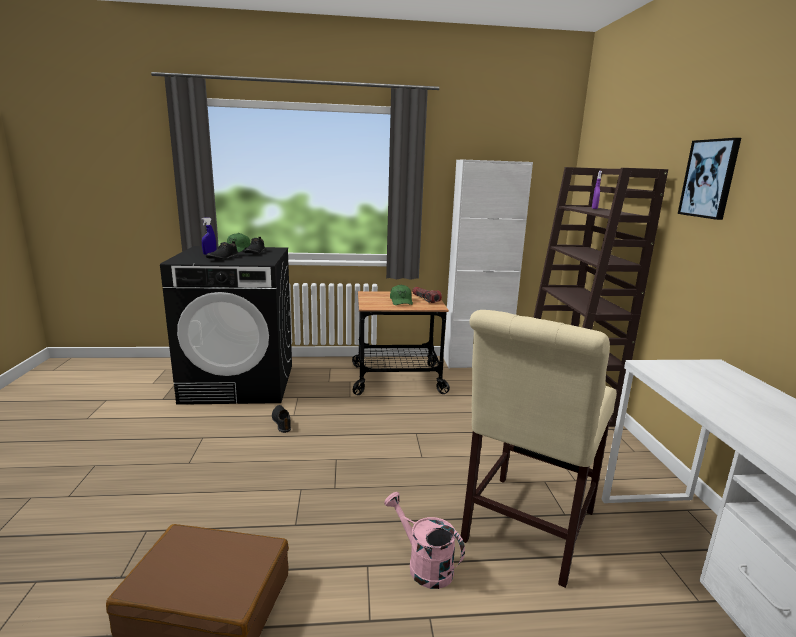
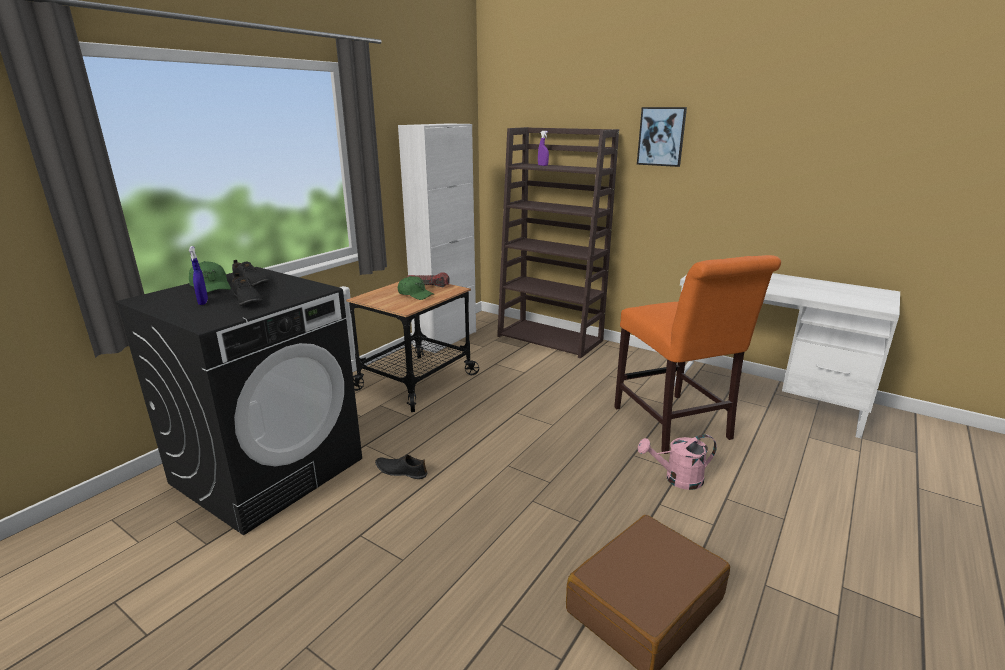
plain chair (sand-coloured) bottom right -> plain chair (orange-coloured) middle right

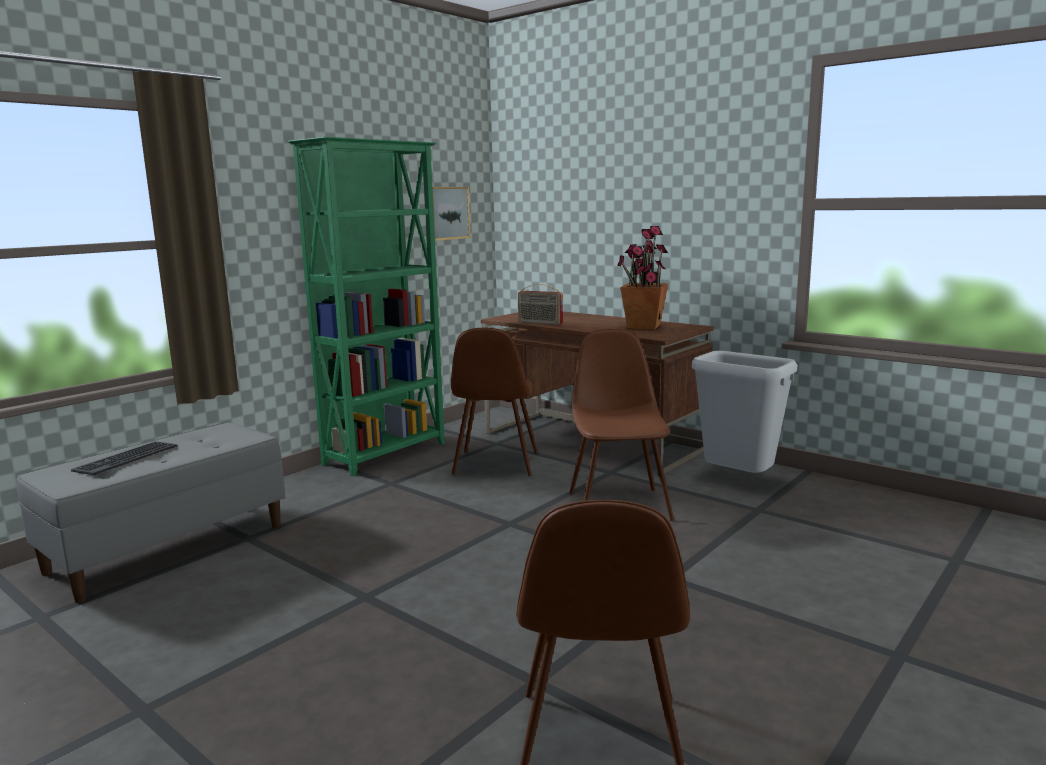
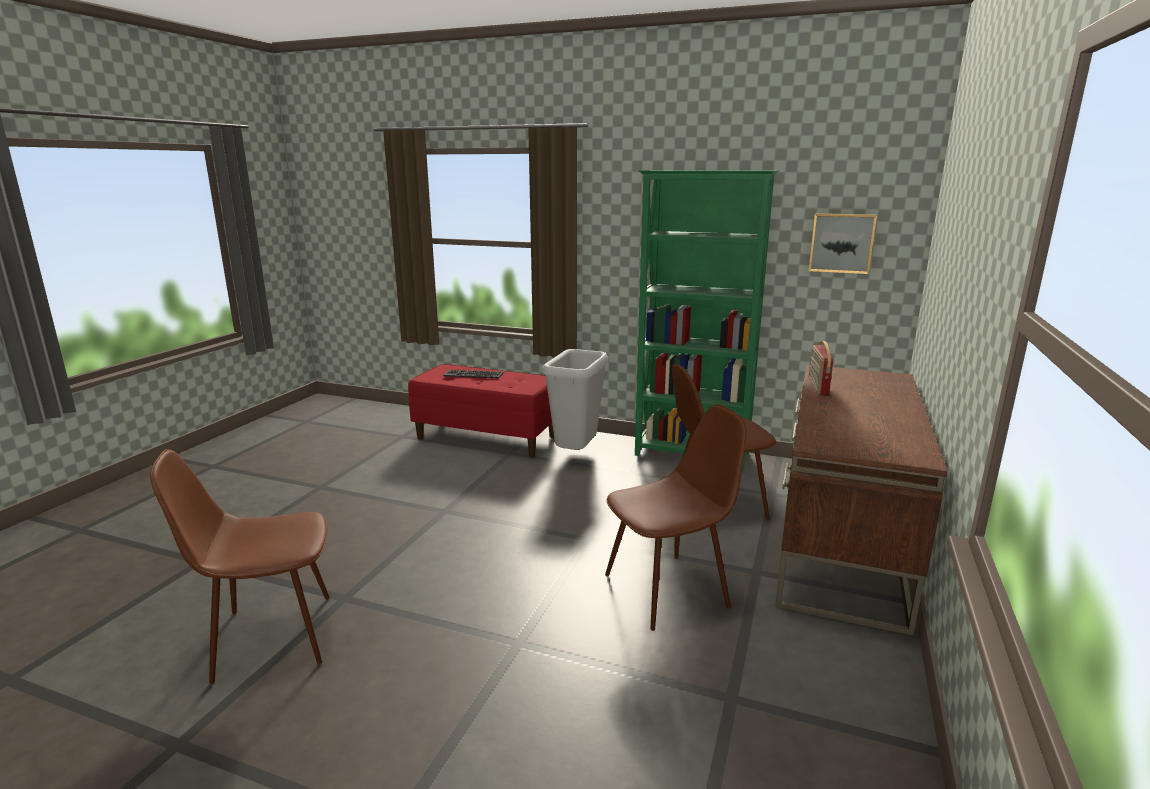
potted plant centre -> none
rubbish bin (grey) middle right -> rubbish bin (grey) centre, move
long seat (grey) bottom left -> long seat (reddish) centre

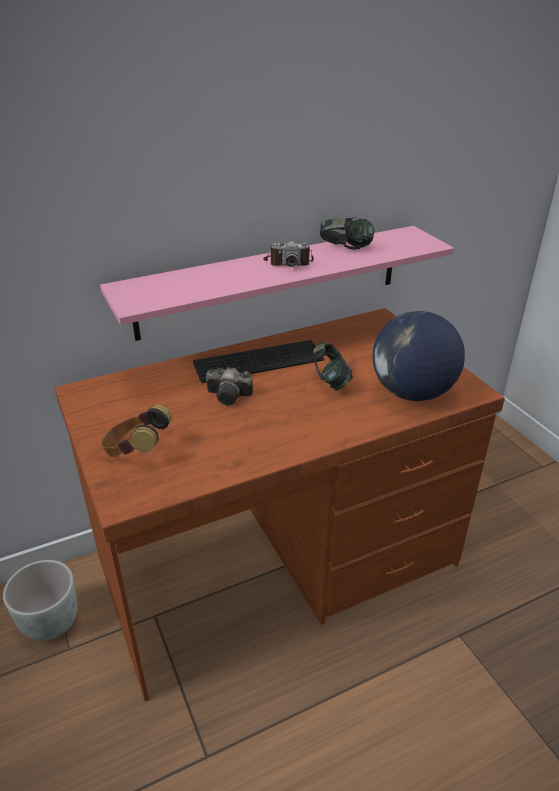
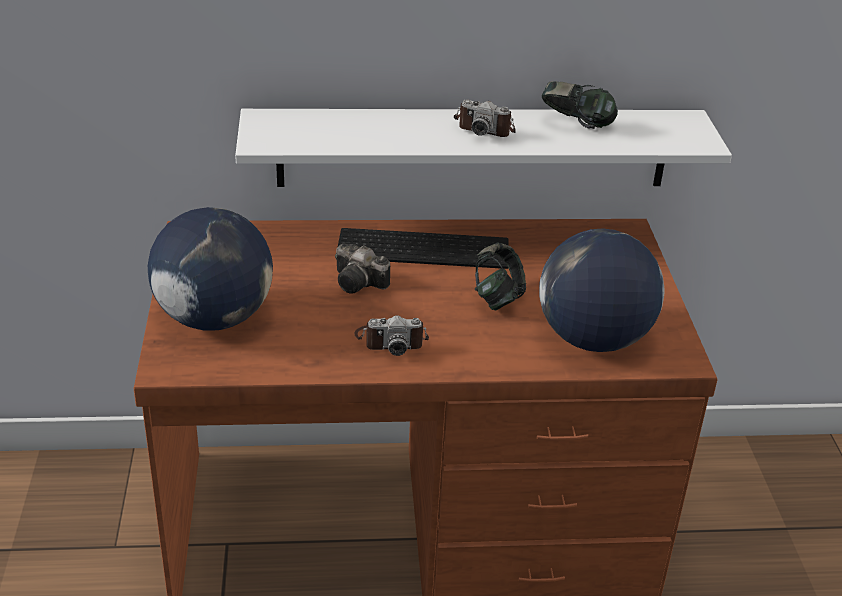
bracket shelf (pink) centre -> bracket shelf (white) top centre
headphones (1st from left) middle left -> globe (1st from left) middle left
flower pot (grey) bottom left -> none
none -> photo camera (2nd from left) centre

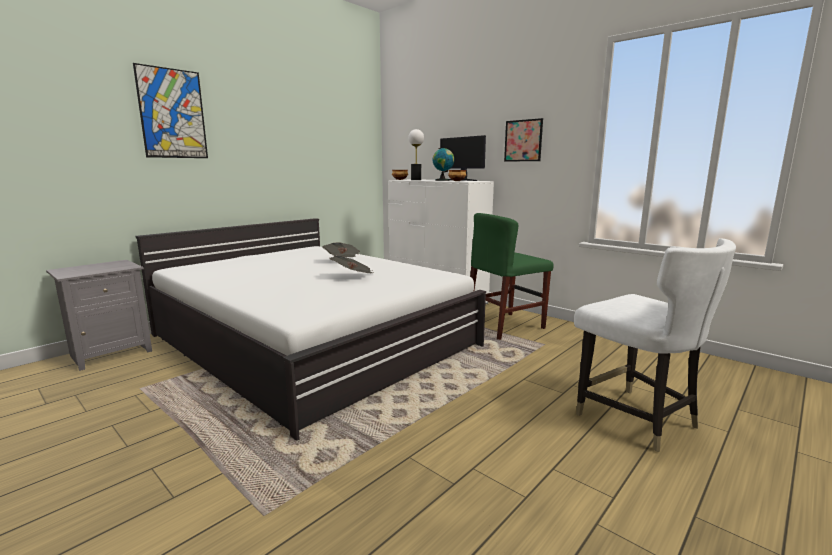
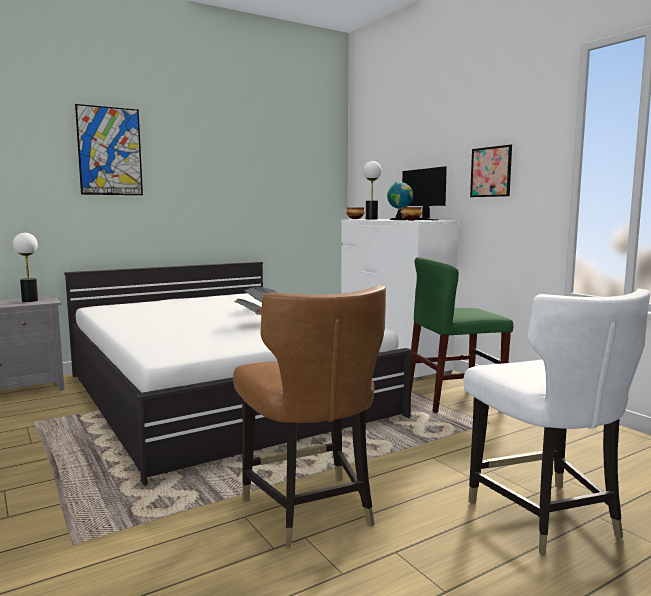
none -> lamp for a table (1st from left) middle left
none -> plain chair (brownish) bottom centre

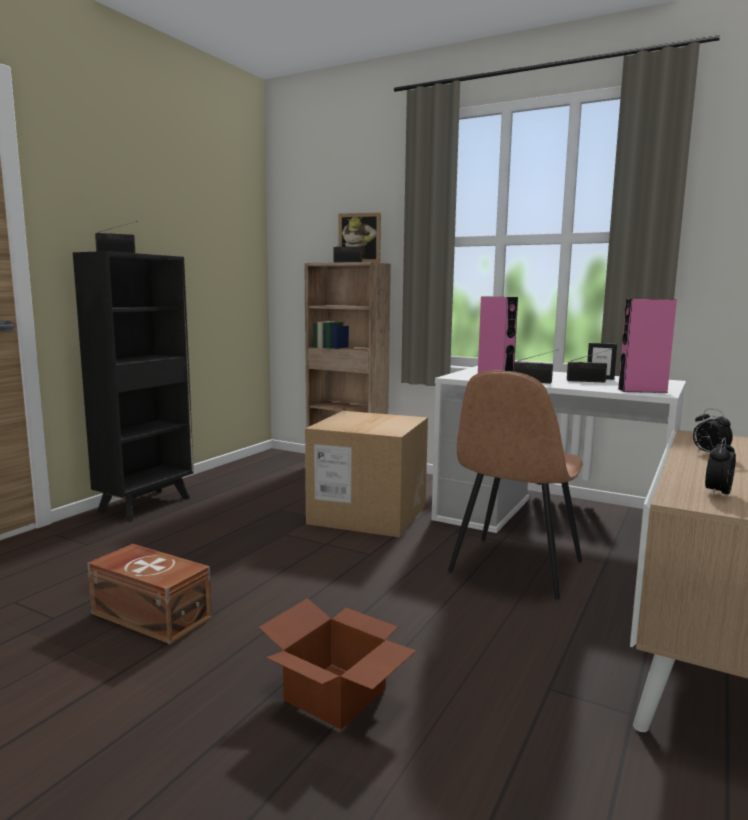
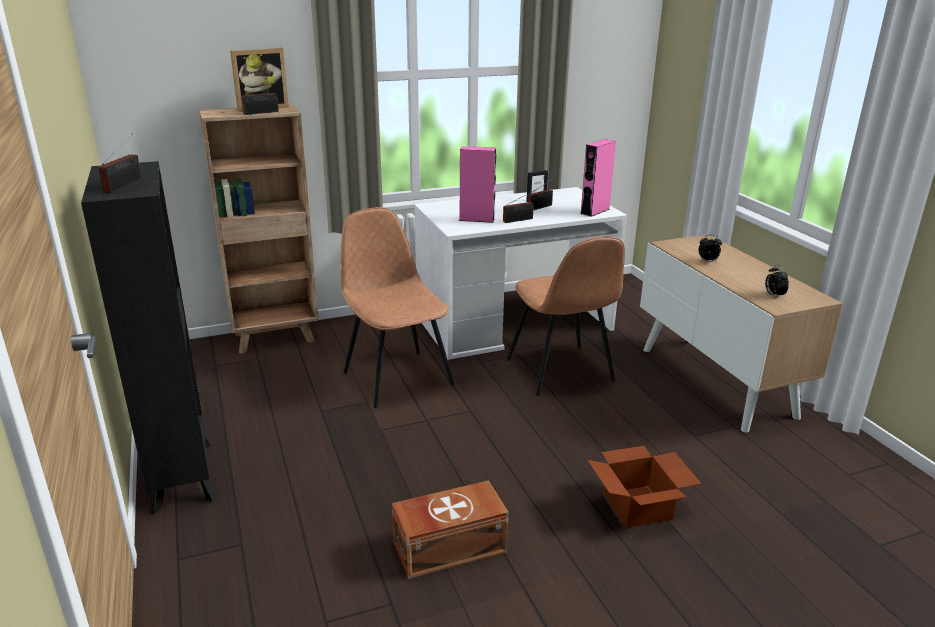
carton (2nd from left) centre -> plain chair (brownish) (1st from left) centre

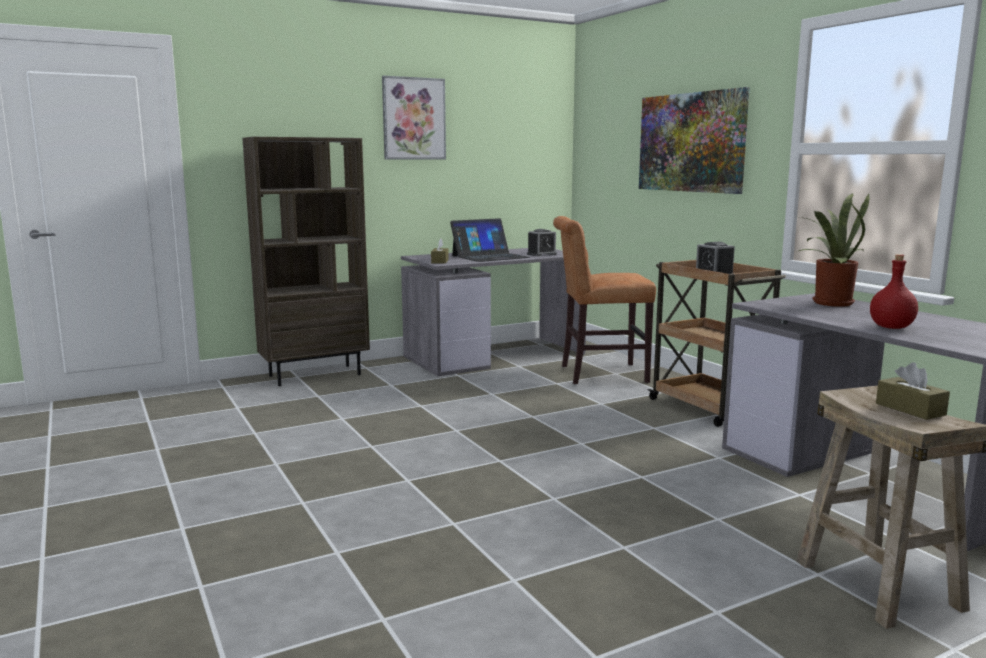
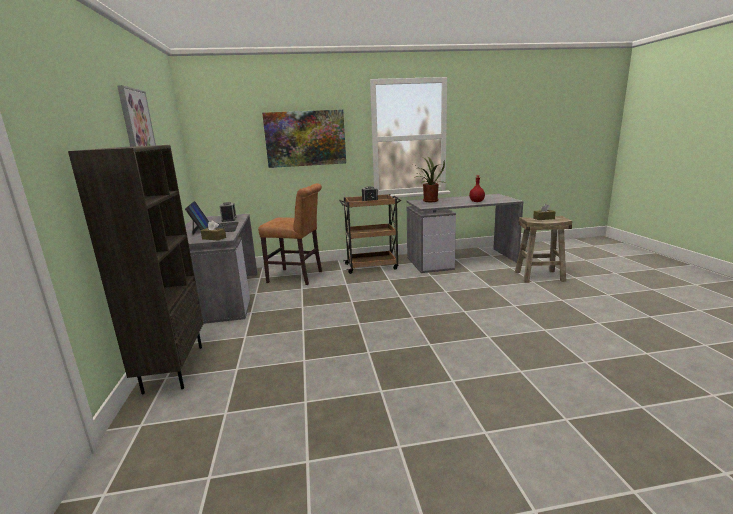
plain chair (brownish) centre, 90 degrees counterclockwise

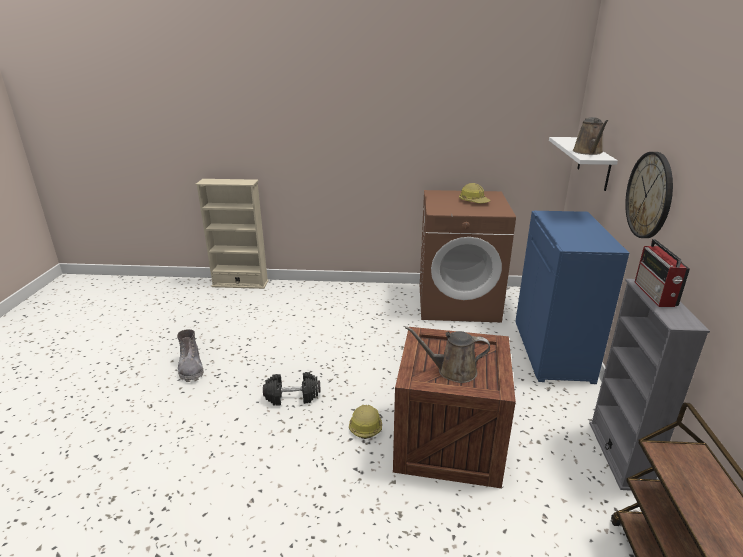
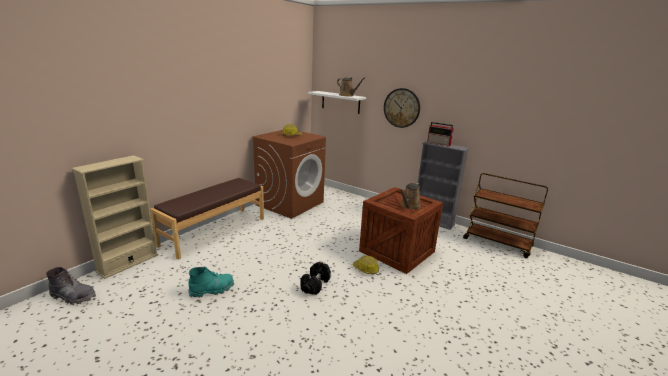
cupboard (blue-coloured) middle right -> none
boot (grey) middle left -> boot (grey) bottom left, move
none -> long seat (brownish) middle left
none -> boot (turquoise) bottom left

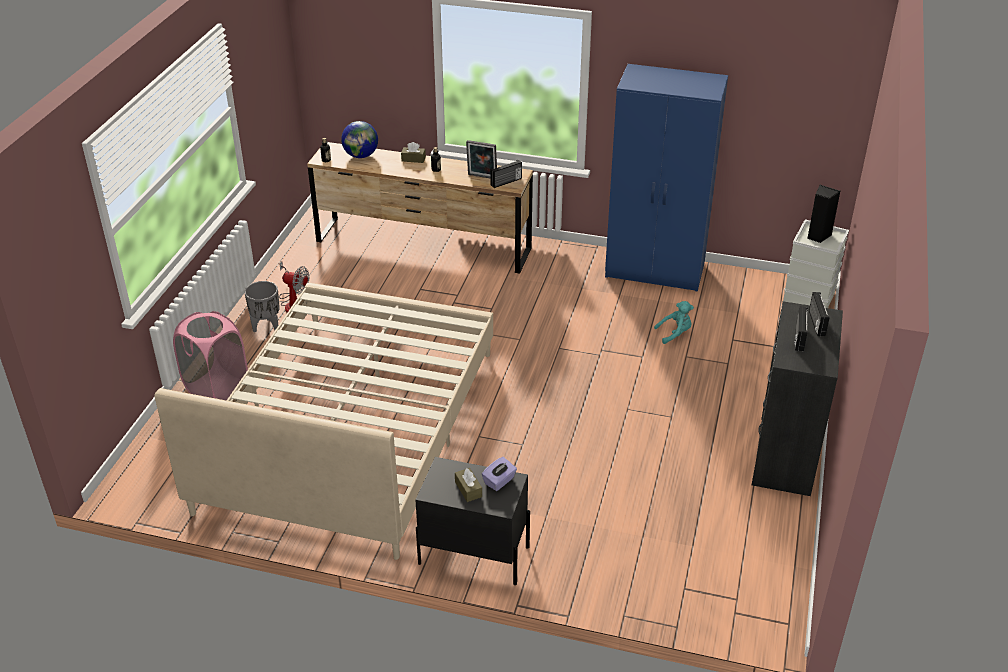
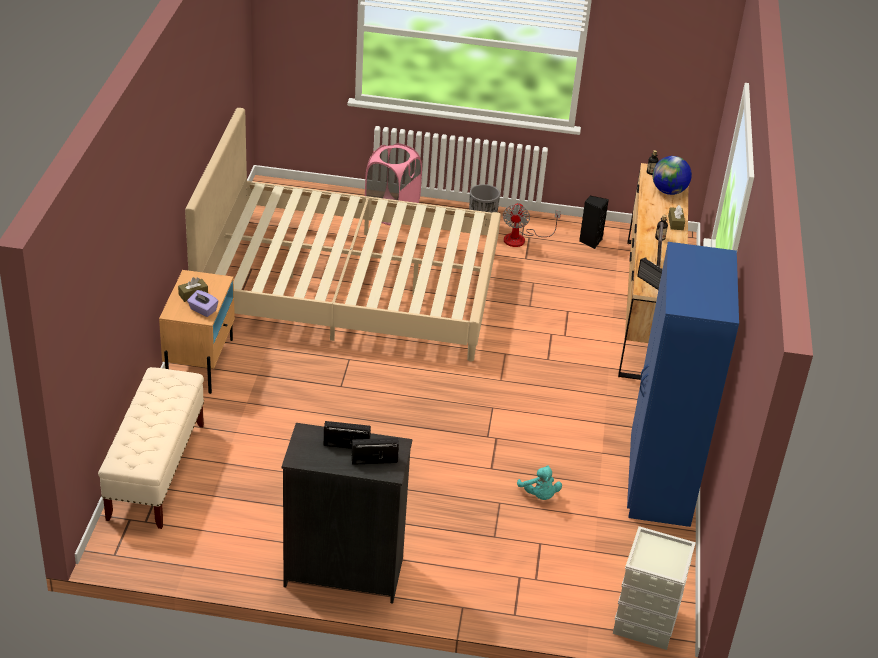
speaker (blackish) top right -> speaker (blackish) middle right, move
nightstand (blackish) bottom centre -> nightstand (sand-coloured) middle left
none -> long seat (sand-coloured) bottom left

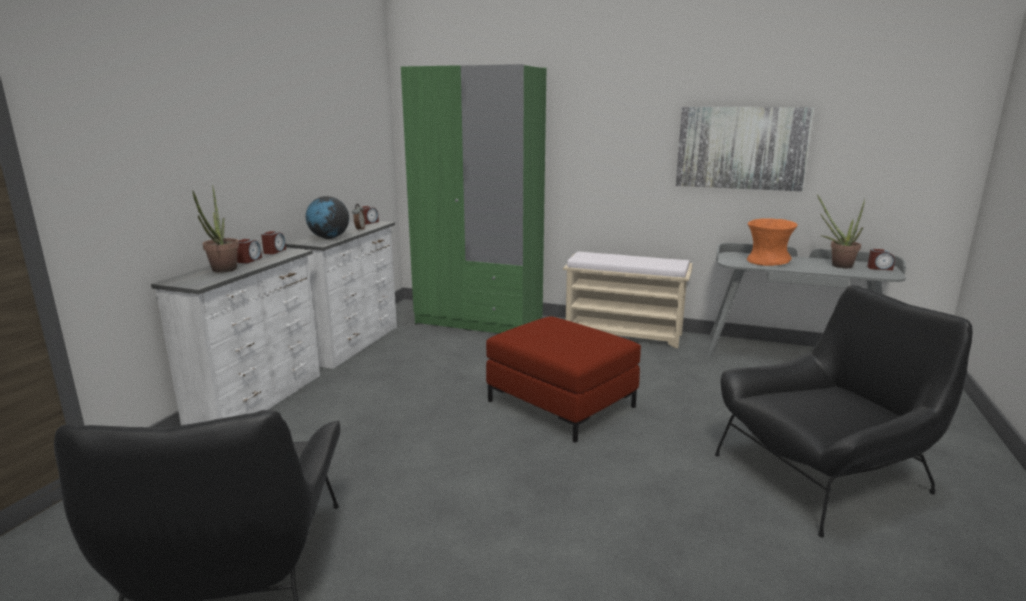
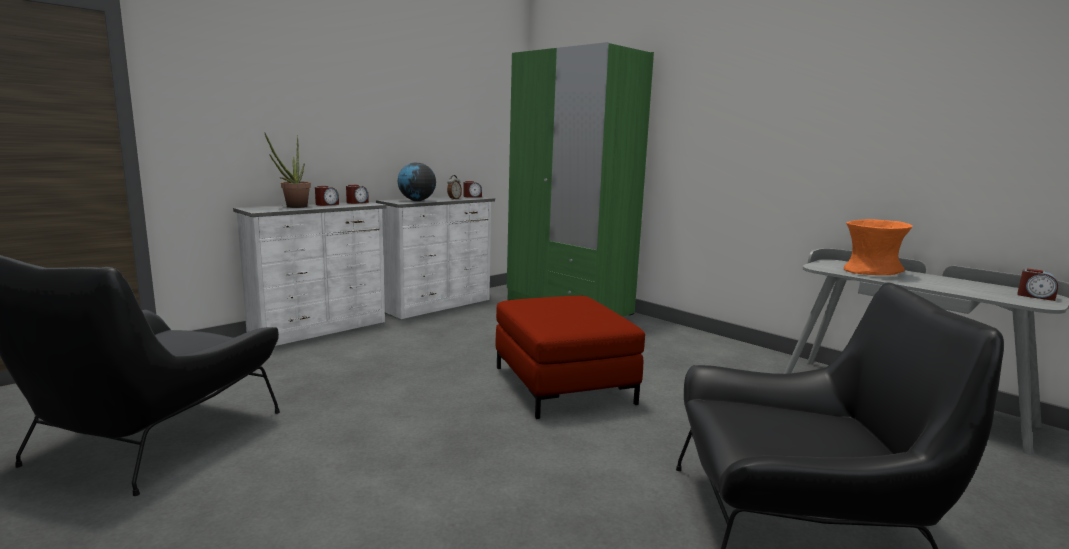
picture top right -> none
potted plant (2nd from left) middle right -> none
long seat (sand-coloured) centre -> none

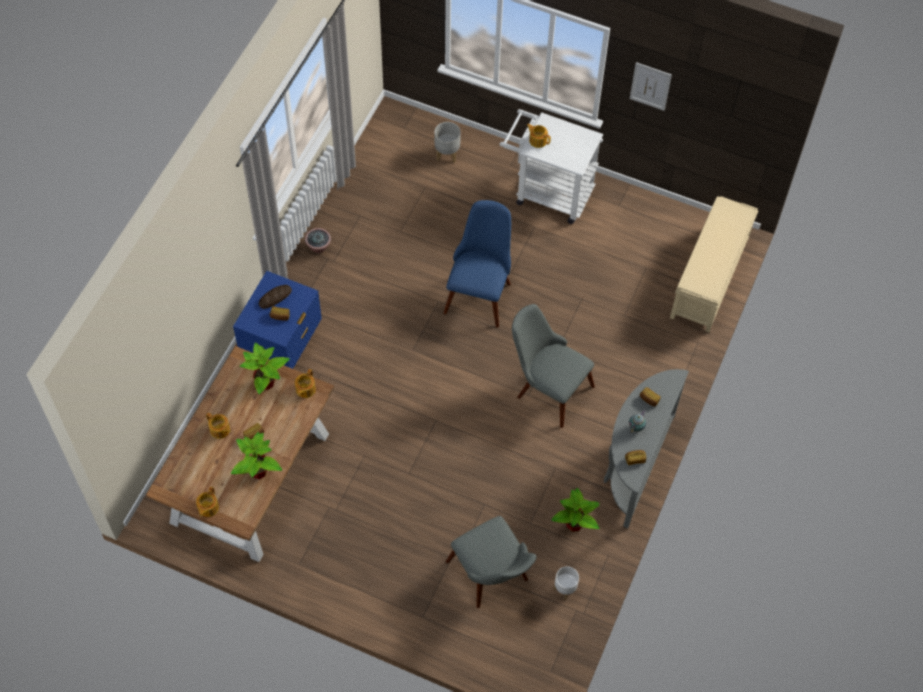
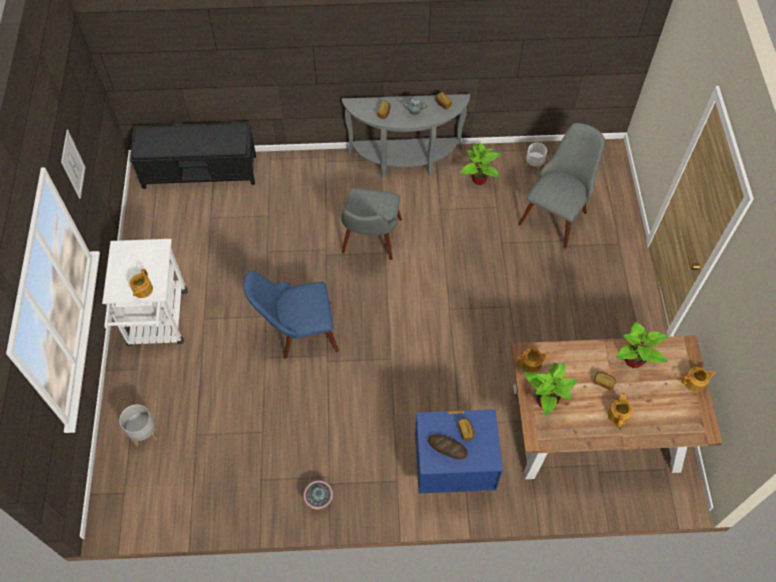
long seat (sand-coloured) middle right -> long seat (blackish) top left

